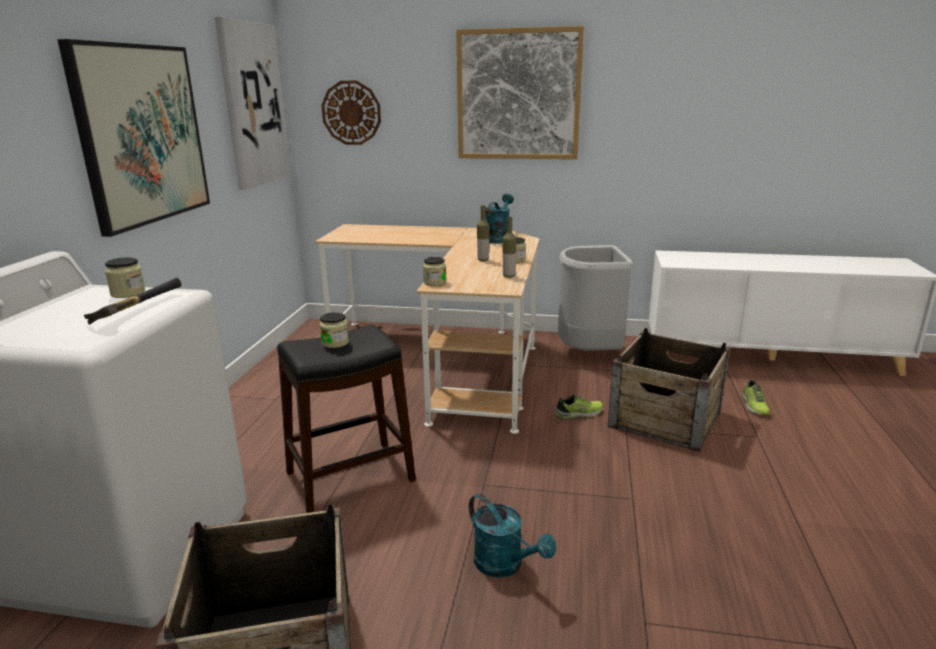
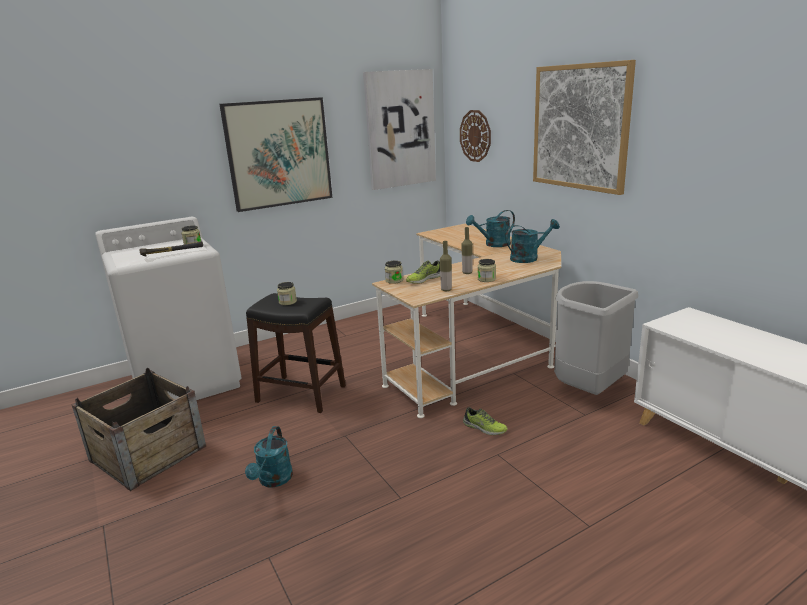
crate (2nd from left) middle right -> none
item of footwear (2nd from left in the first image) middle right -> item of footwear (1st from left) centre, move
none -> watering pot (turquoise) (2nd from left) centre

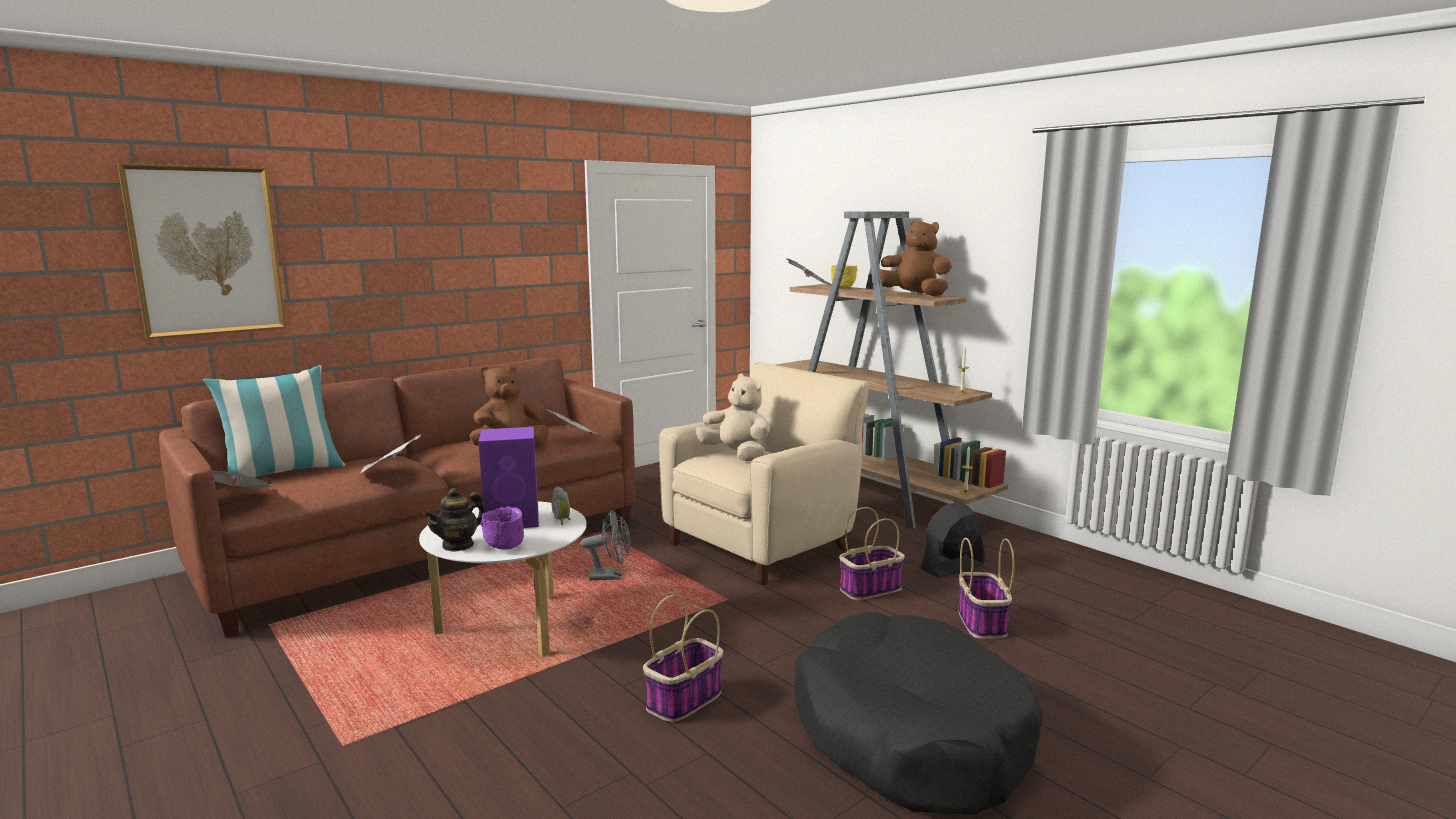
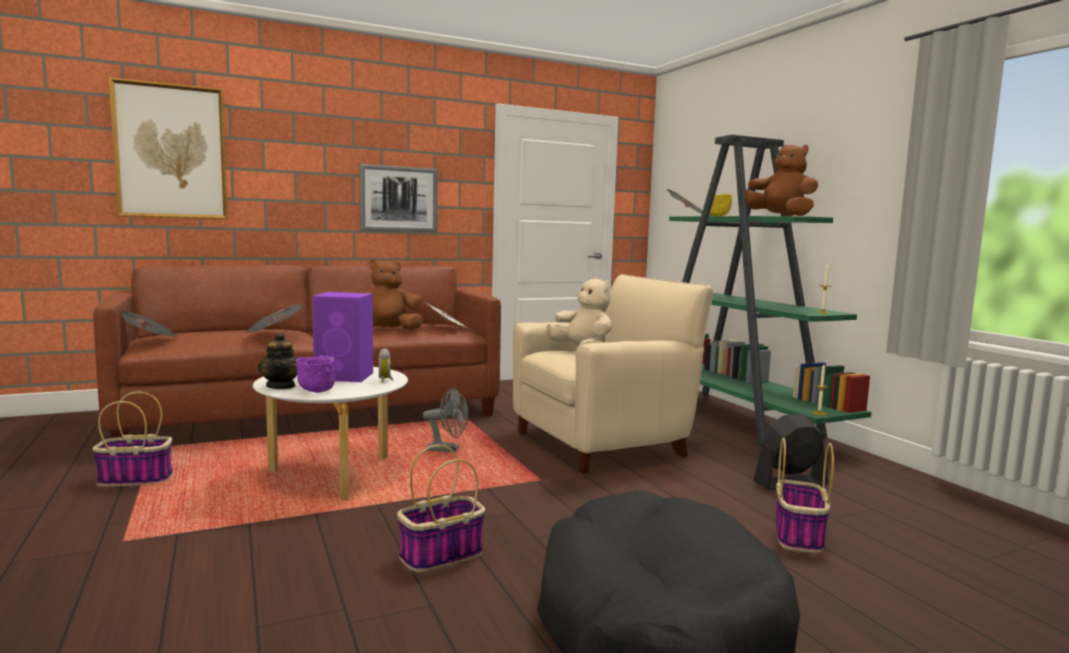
bookshelf (brownish) centre -> bookshelf (greenish) middle right
cushion middle left -> none
tea pot middle left, 75 degrees counterclockwise
household basket (2nd from left in the first image) bottom centre -> household basket (1st from left) bottom left, move
none -> picture (2nd from left) top centre

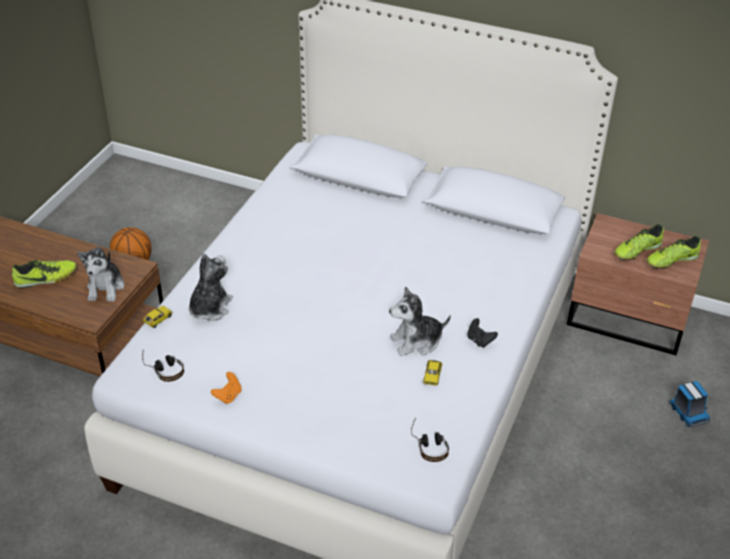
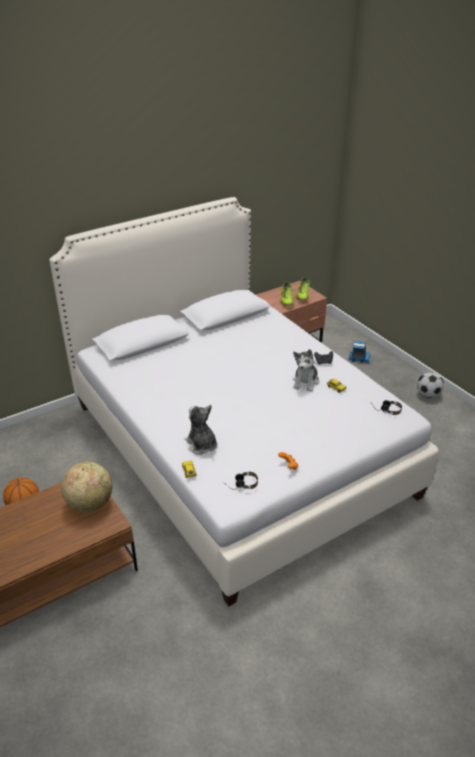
soft toy (1st from left) middle left -> globe middle left
item of footwear (1st from left) middle left -> none
none -> football middle right

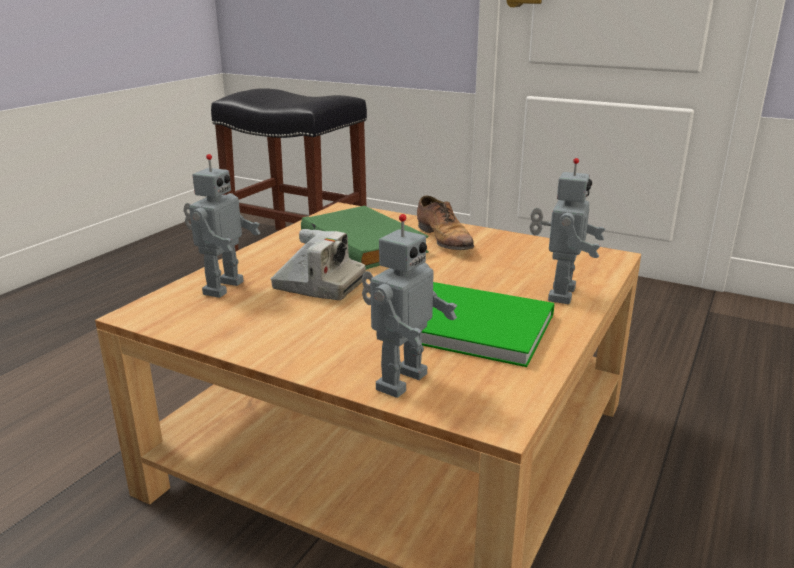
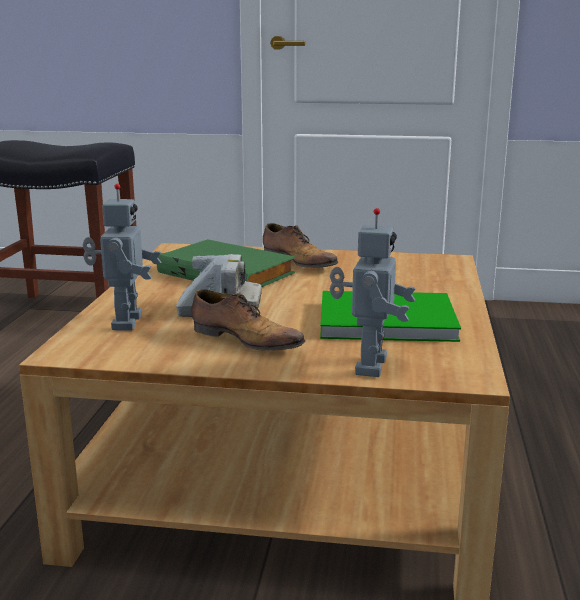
toy robot (3rd from left) middle right -> none
none -> item of footwear (1st from left) centre

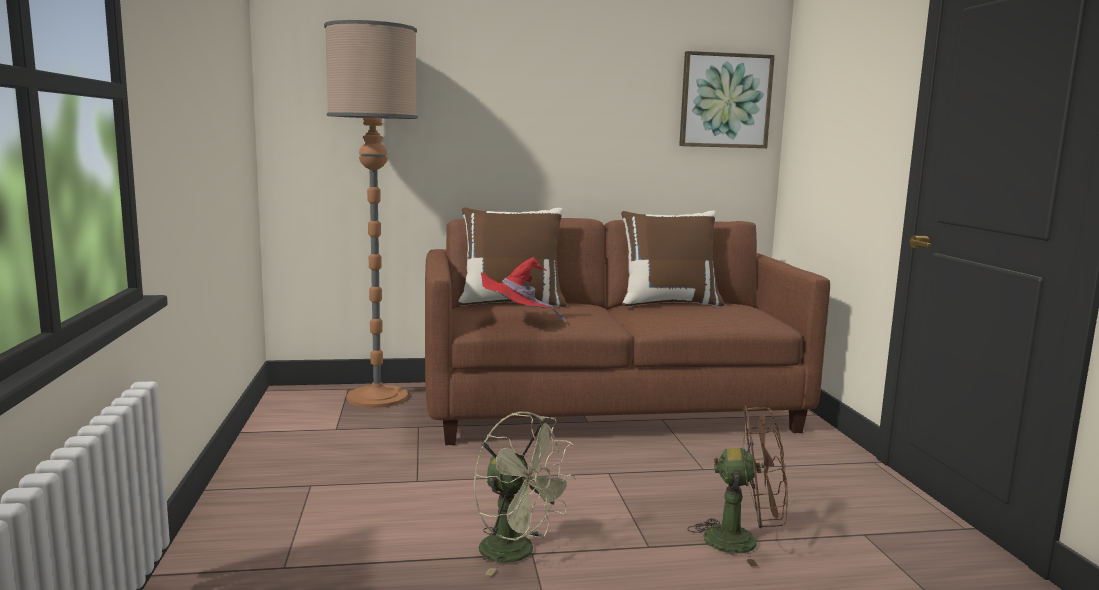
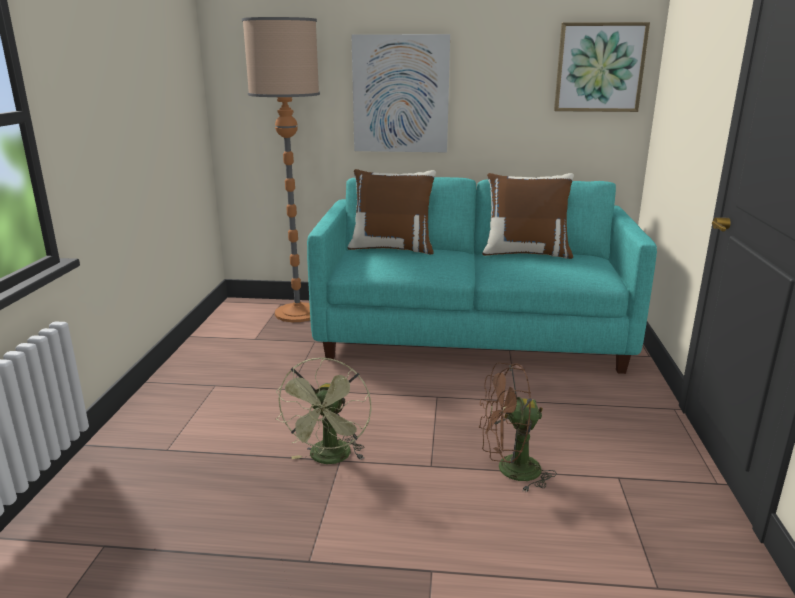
sofa (brownish) centre -> sofa (turquoise) centre
clothing hat (reddish) centre -> none
electric fan (brownish) bottom right -> electric fan (brownish) bottom centre, 150 degrees clockwise
electric fan (greenish) bottom centre, 45 degrees clockwise
none -> picture (1st from left) top centre

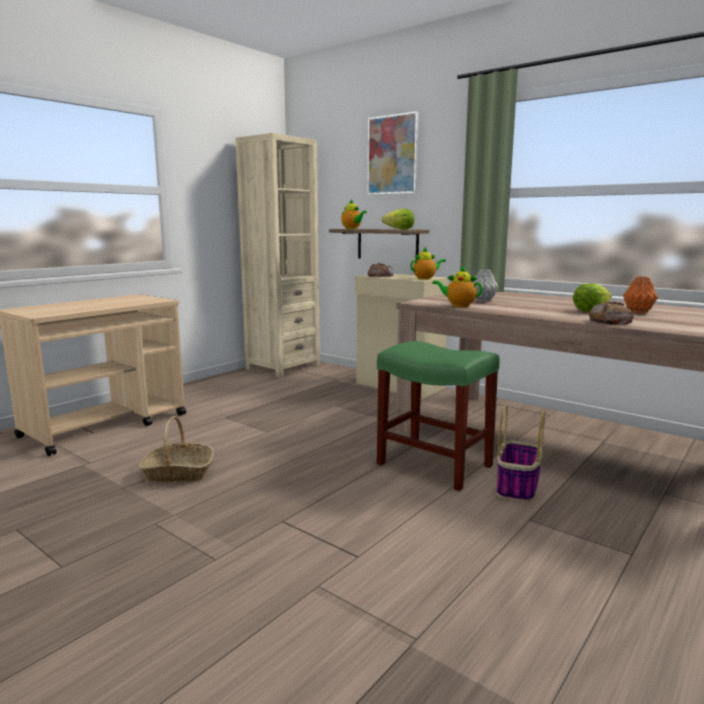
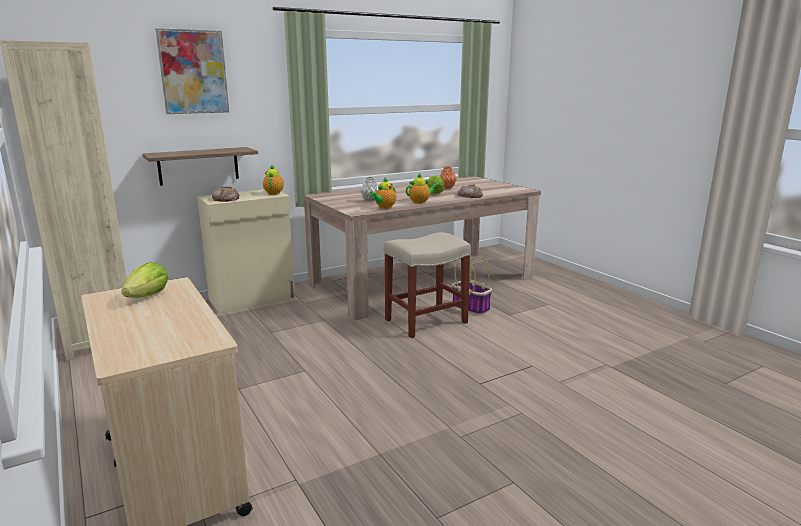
tea pot (1st from left in the first image) top centre -> tea pot (3rd from left) centre, move
lettuce head (1st from left) top centre -> lettuce head (1st from left) middle left, move
sitting stool (greenish) centre -> sitting stool (sand-coloured) centre
household basket (1st from left) middle left -> none

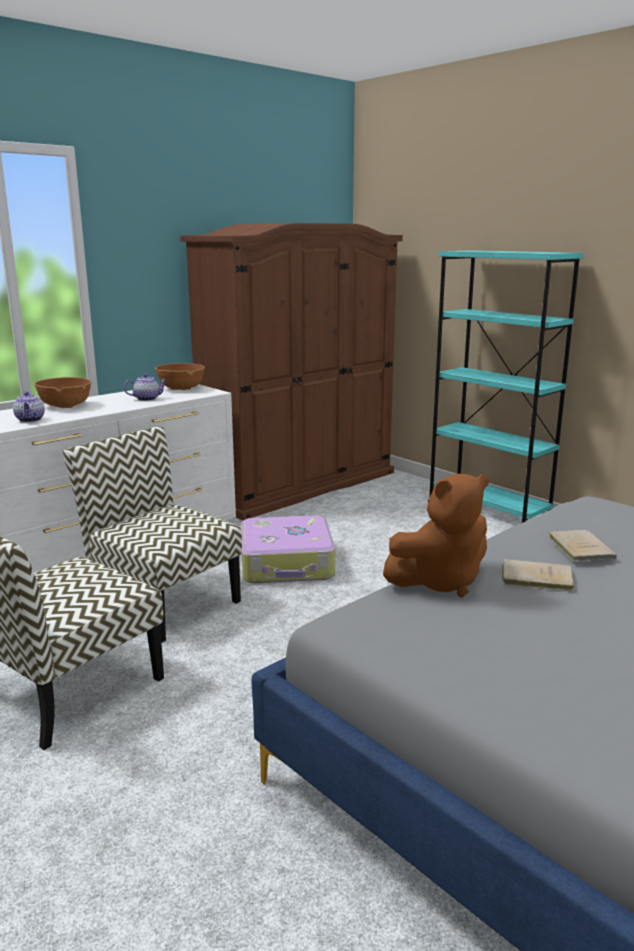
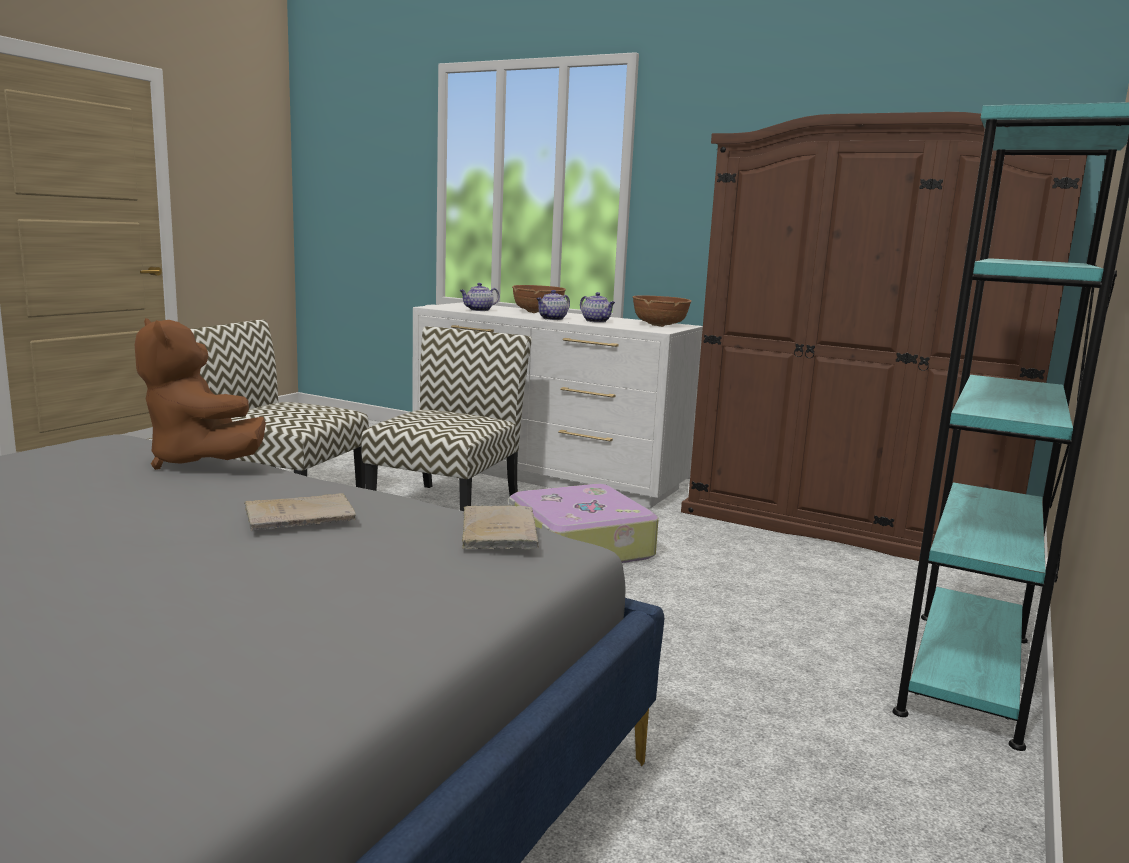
volume (sand-coloured) (1st from left in the first image) middle right -> volume (sand-coloured) (2nd from left) centre, move
none -> tea pot (2nd from left) centre

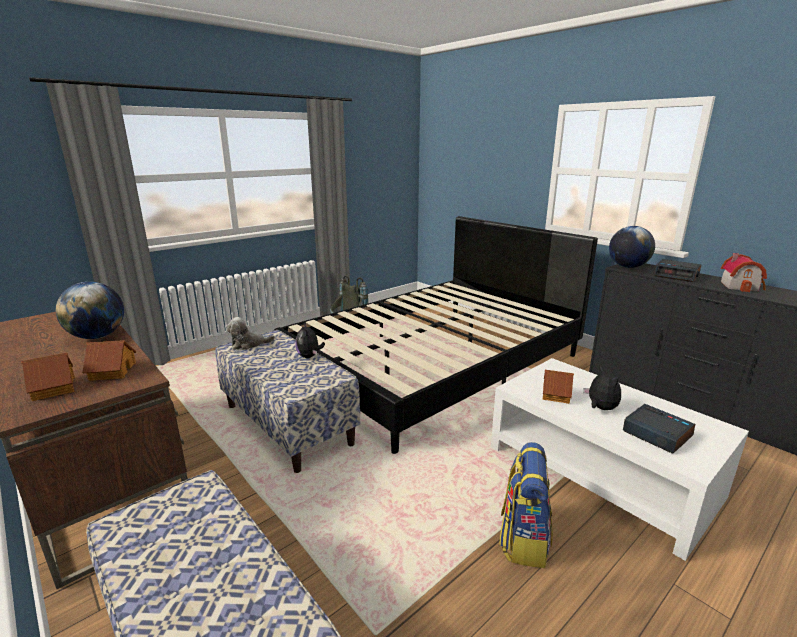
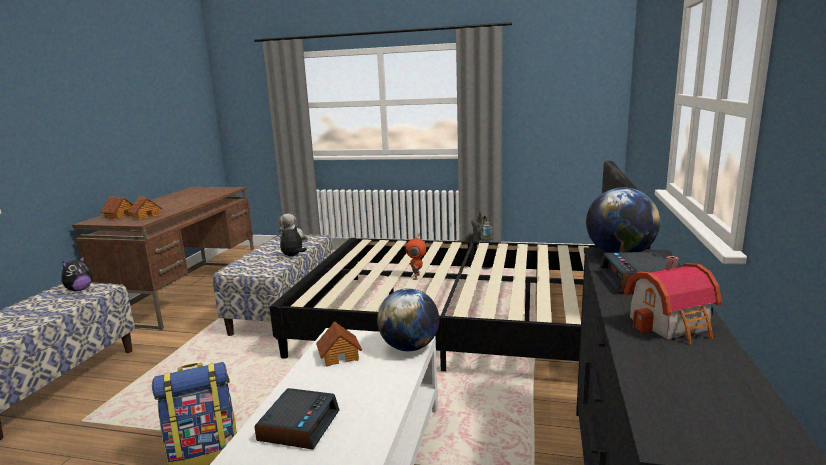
globe (1st from left) middle left -> globe (1st from left) bottom centre, move
soft toy (3rd from left in the first image) middle right -> soft toy (1st from left) middle left, move
none -> toy robot centre

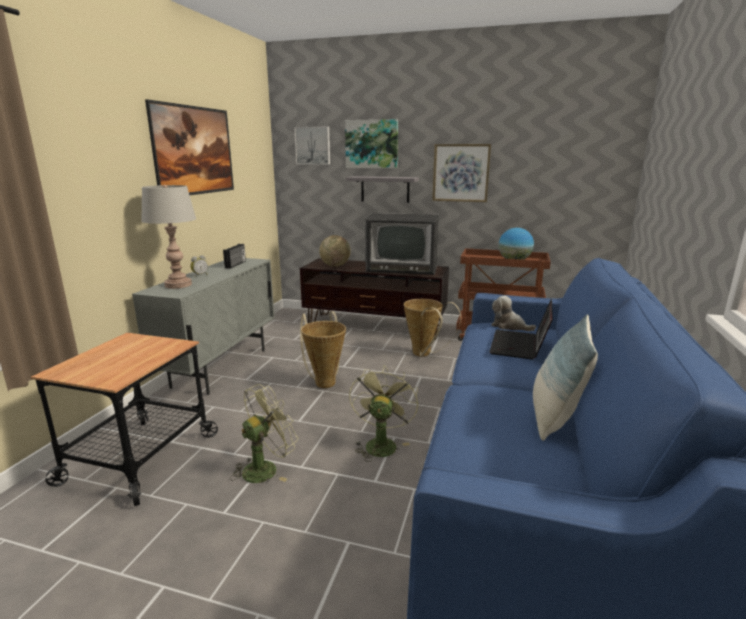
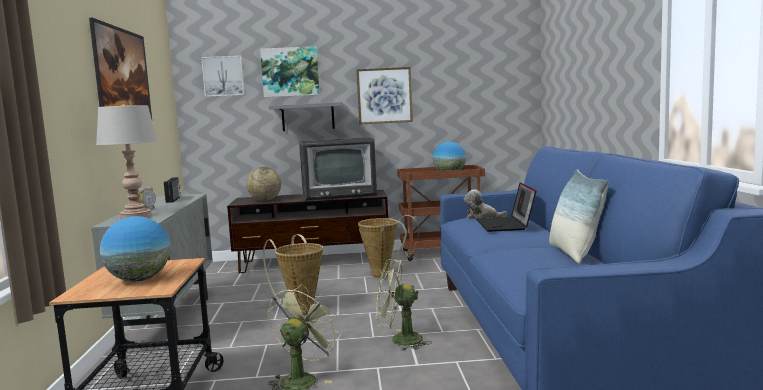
electric fan (greenish) (2nd from left) bottom centre, 75 degrees counterclockwise
none -> globe (1st from left) middle left

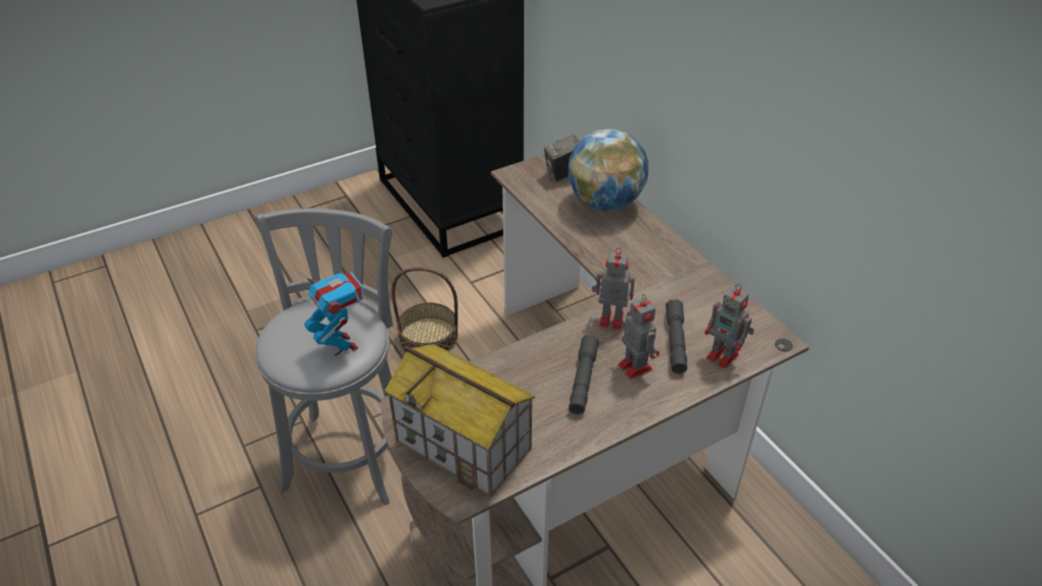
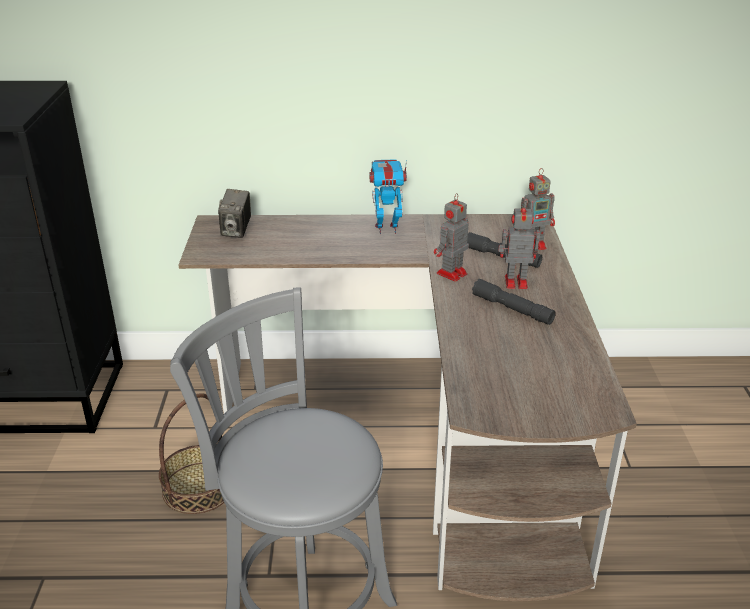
globe top centre -> none
toy robot (1st from left) middle left -> toy robot (1st from left) top centre, move
toy house bottom centre -> none

